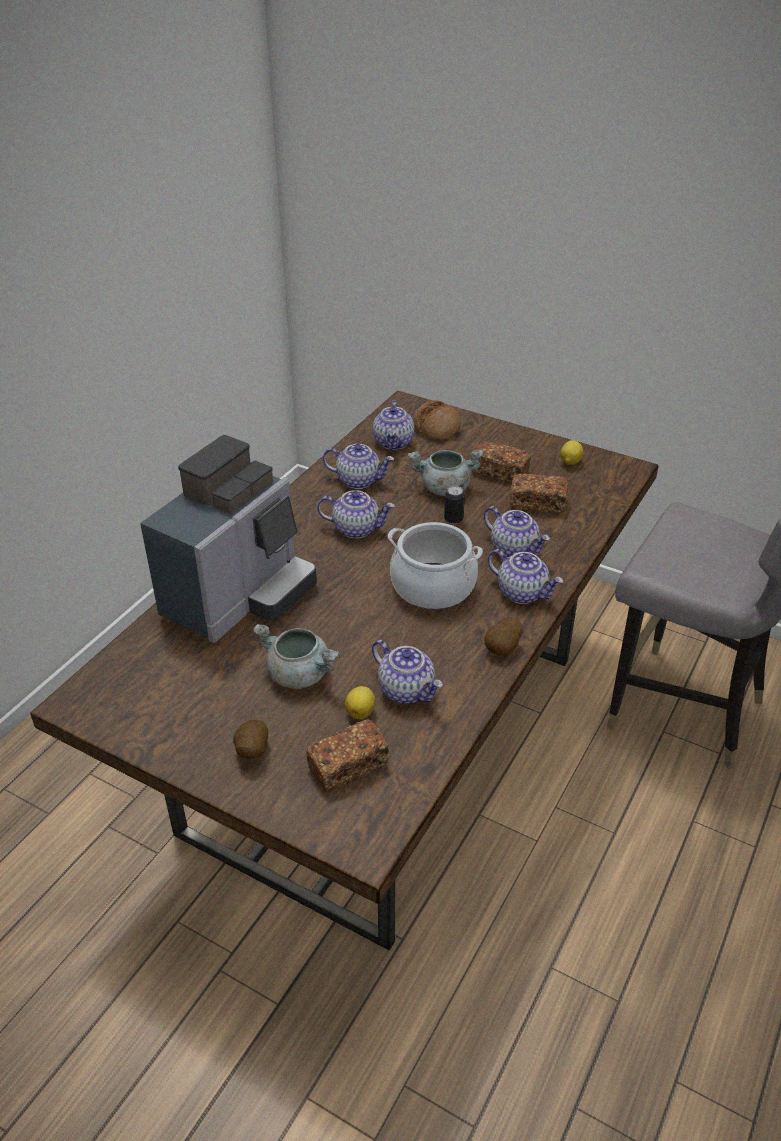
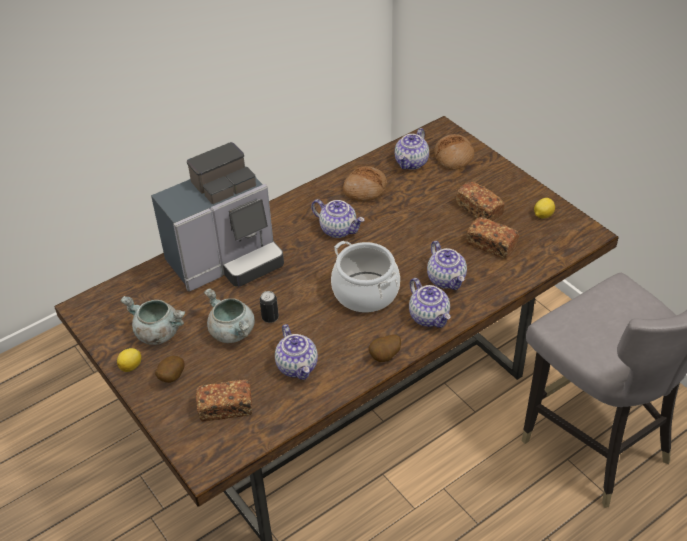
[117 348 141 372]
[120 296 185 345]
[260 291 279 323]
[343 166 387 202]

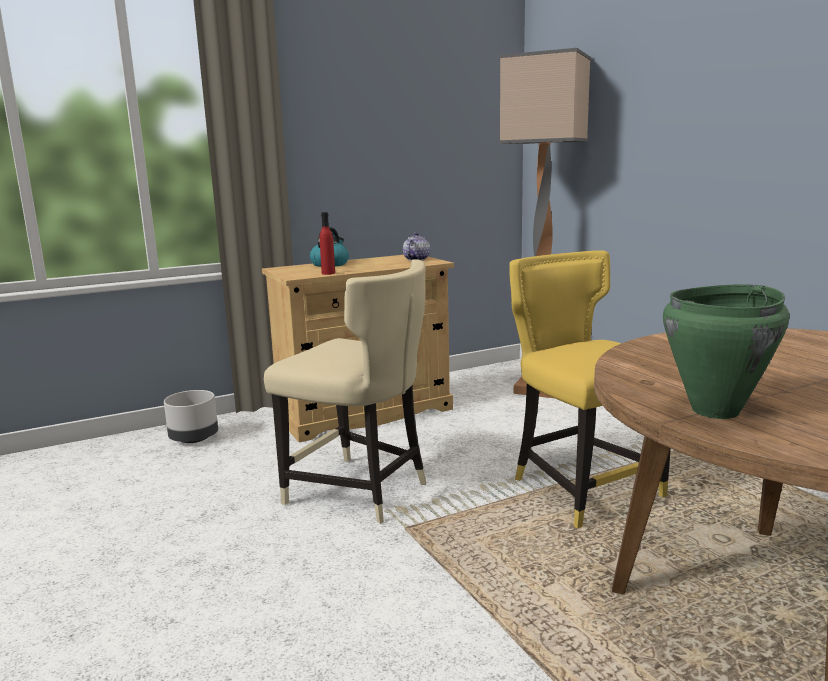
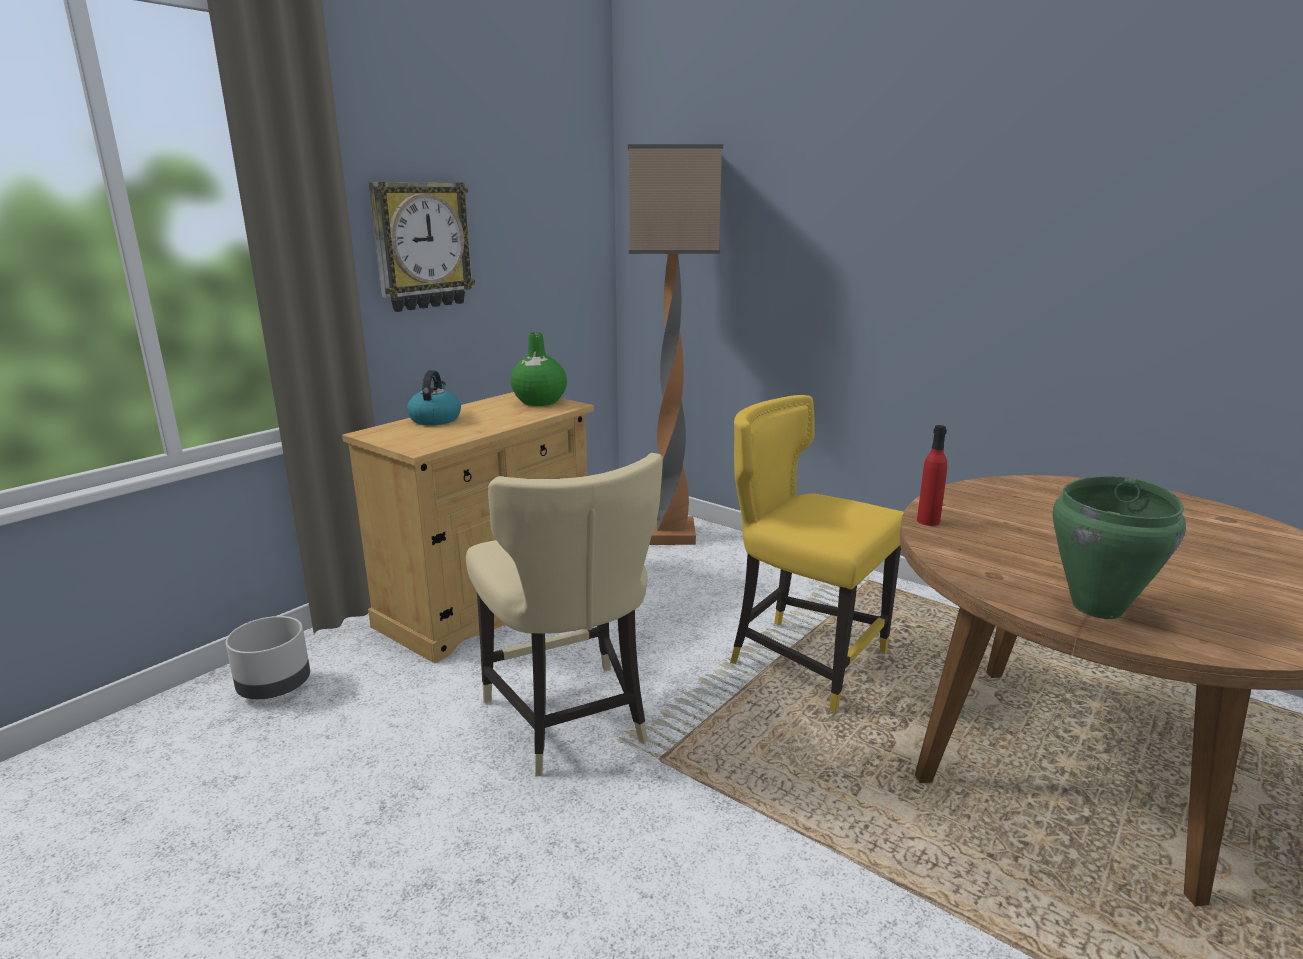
[369 182 475 312]
[466 453 663 776]
[510 332 567 406]
[917 425 947 526]

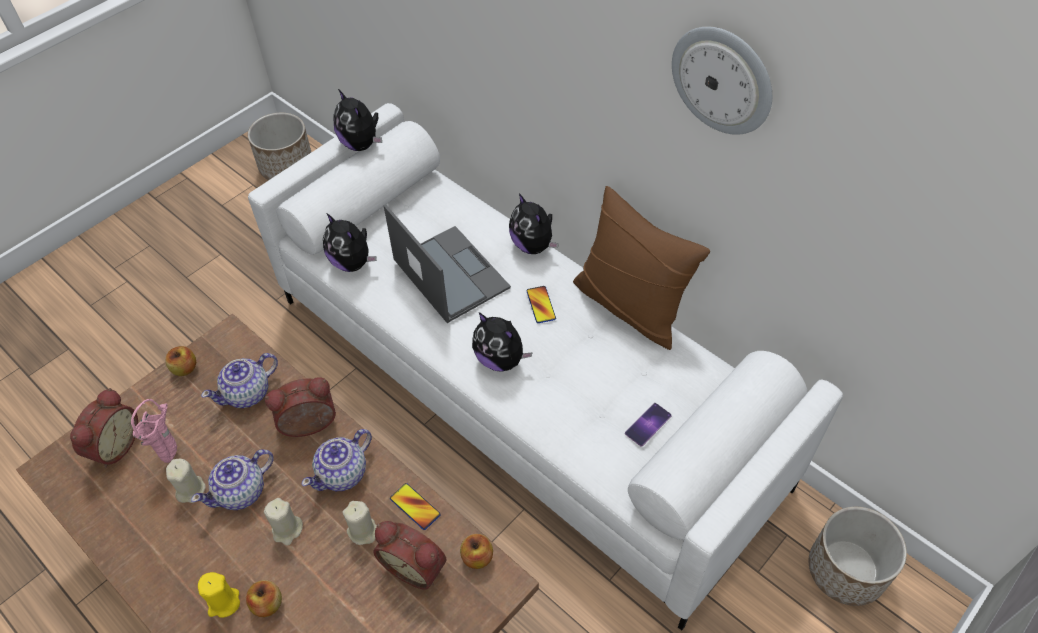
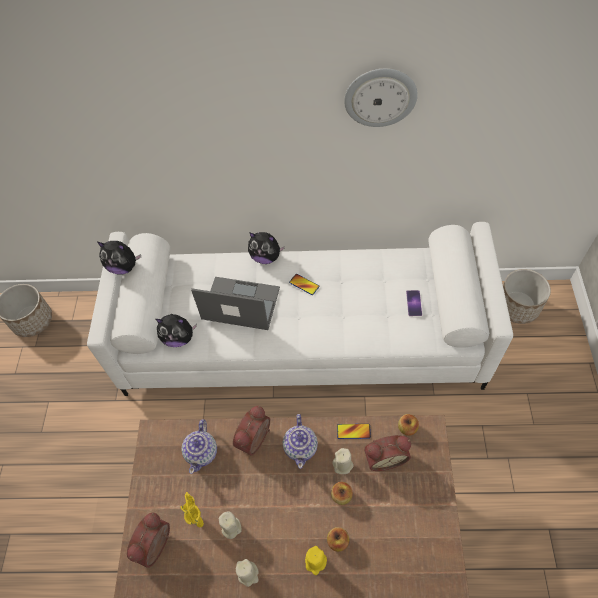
[127 513 170 568]
[180 492 204 527]
[236 559 259 587]
[331 482 353 505]
[191 449 274 510] (first image)
[472 312 533 372] (first image)
[573 186 710 350] (first image)

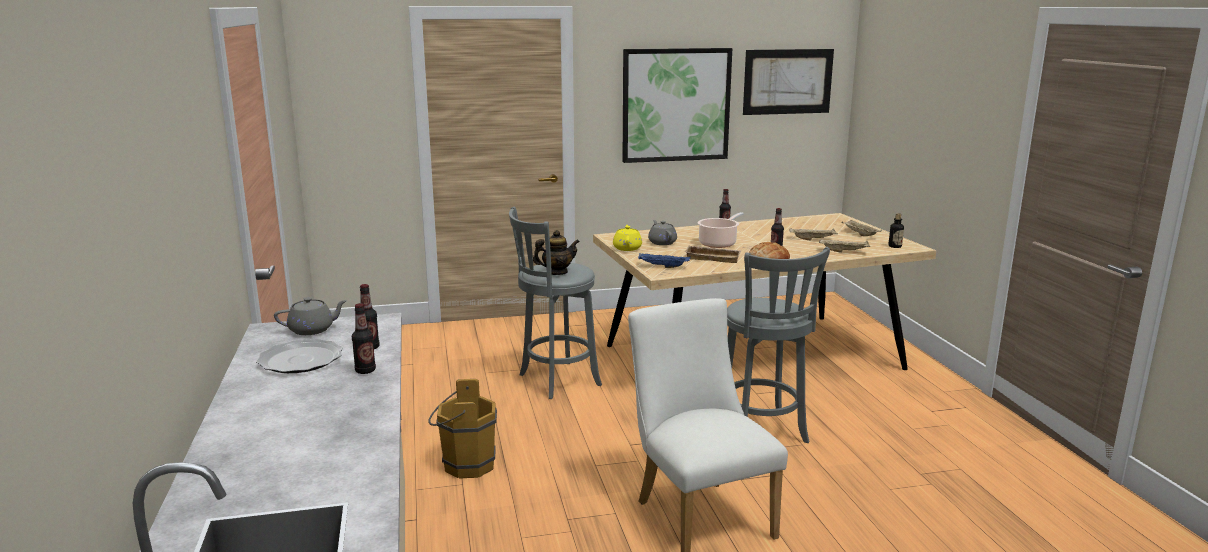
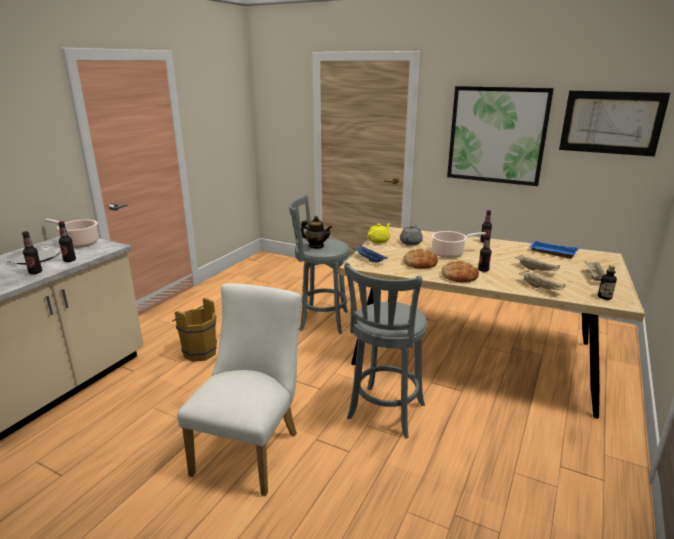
[44 219 99 248]
[403 249 438 269]
[530 241 579 259]

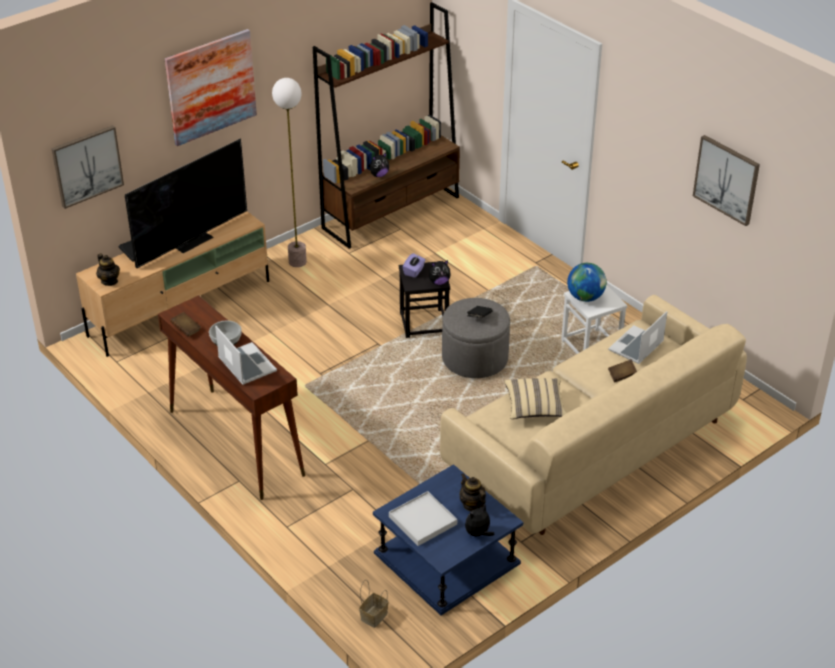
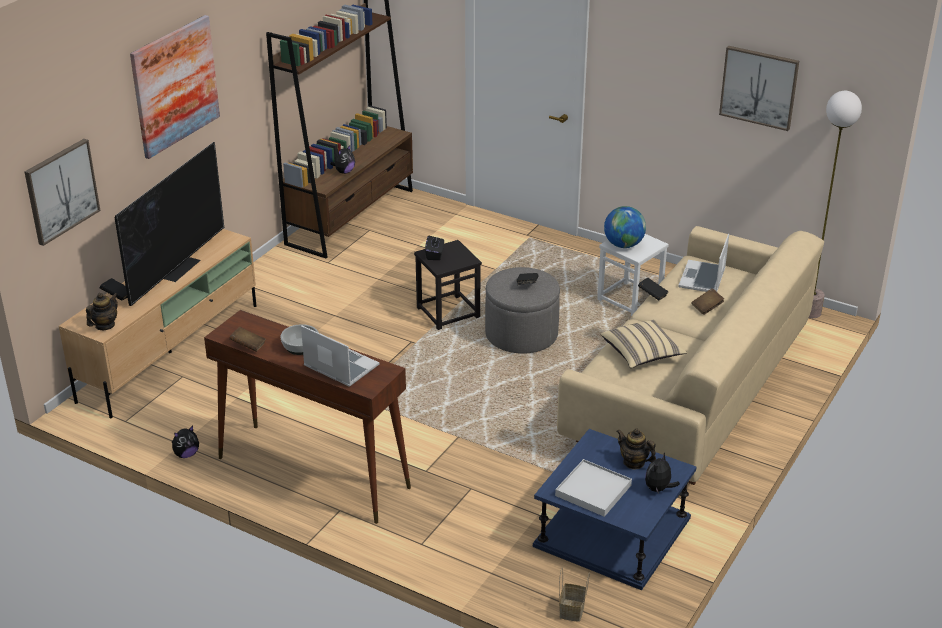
[86 293 118 330]
[172 426 199 458]
[425 236 444 260]
[638 277 668 301]
[809 91 862 318]

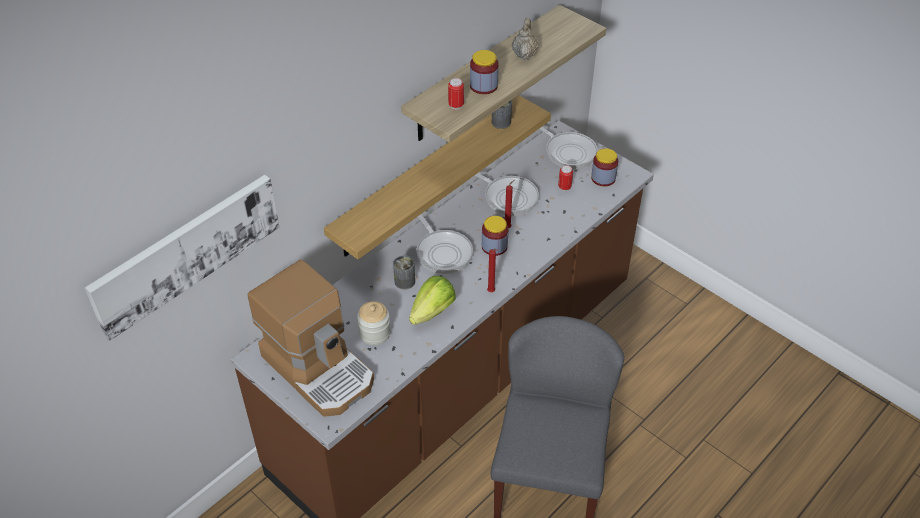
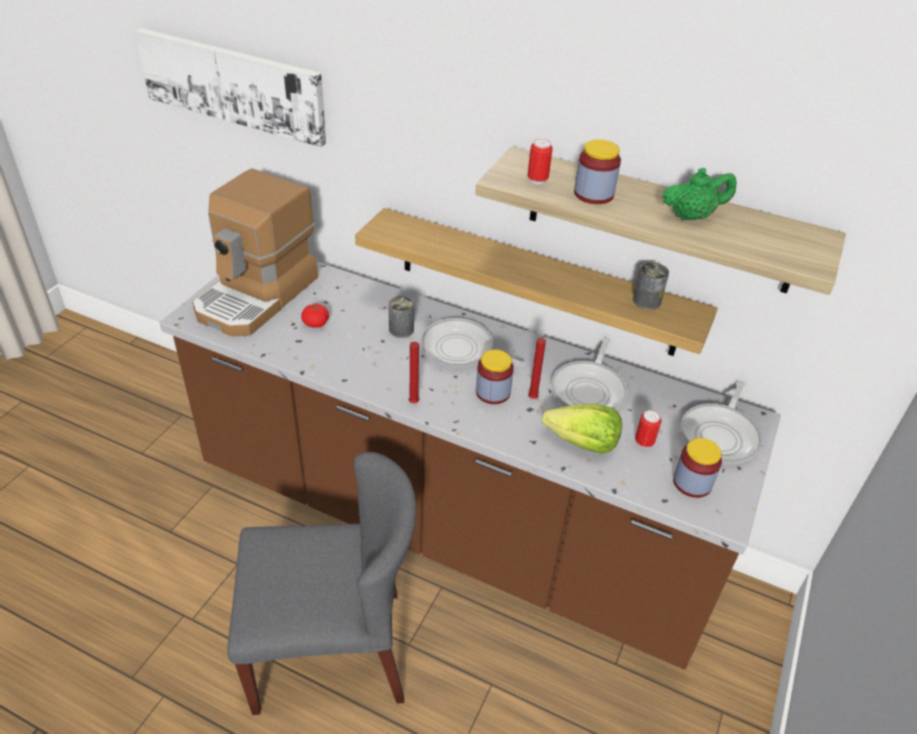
[301 304 329 328]
[421 318 526 369]
[542 404 622 454]
[662 168 737 221]

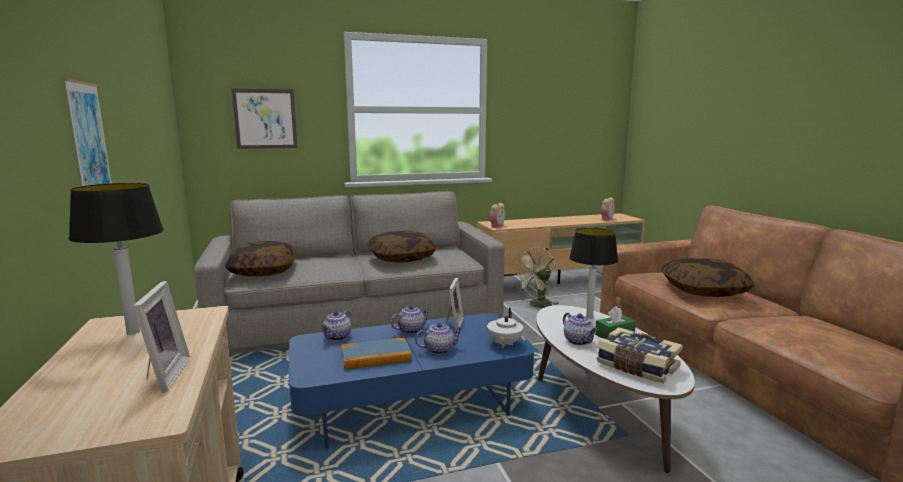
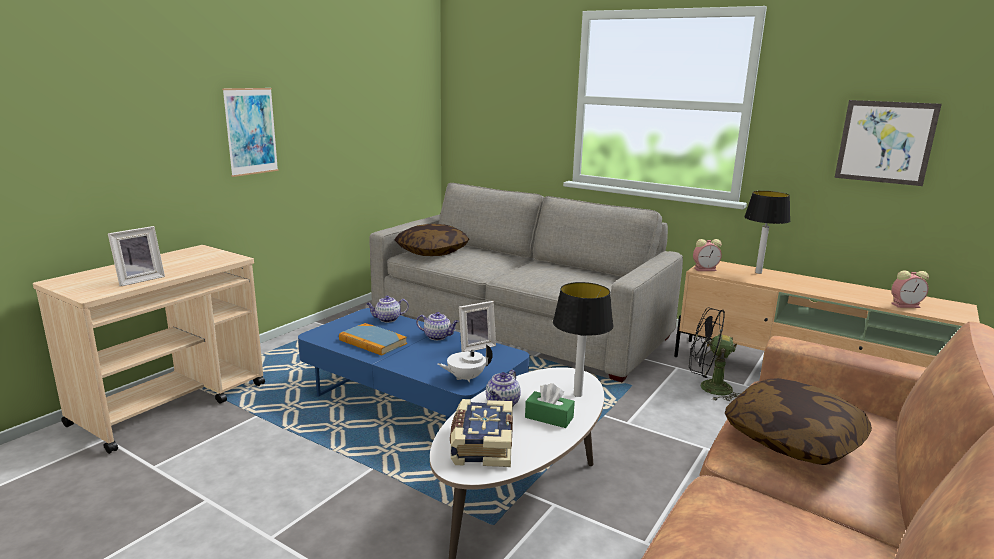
[689 307 740 401]
[744 191 790 274]
[835 100 942 186]
[367 231 436 263] (first image)
[415 323 463 355] (first image)

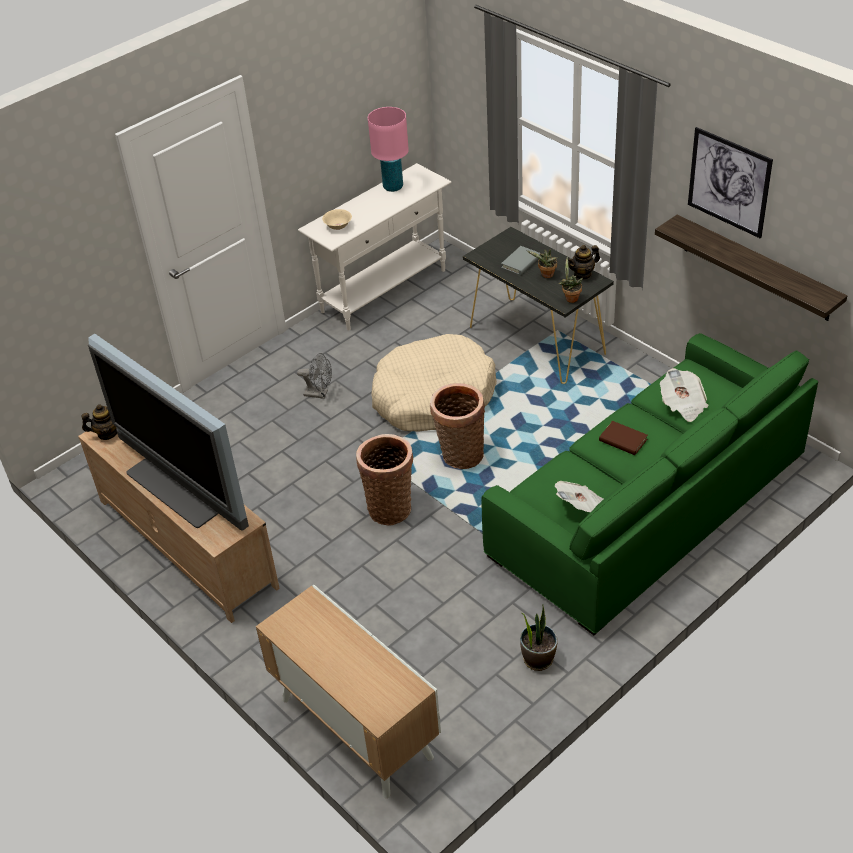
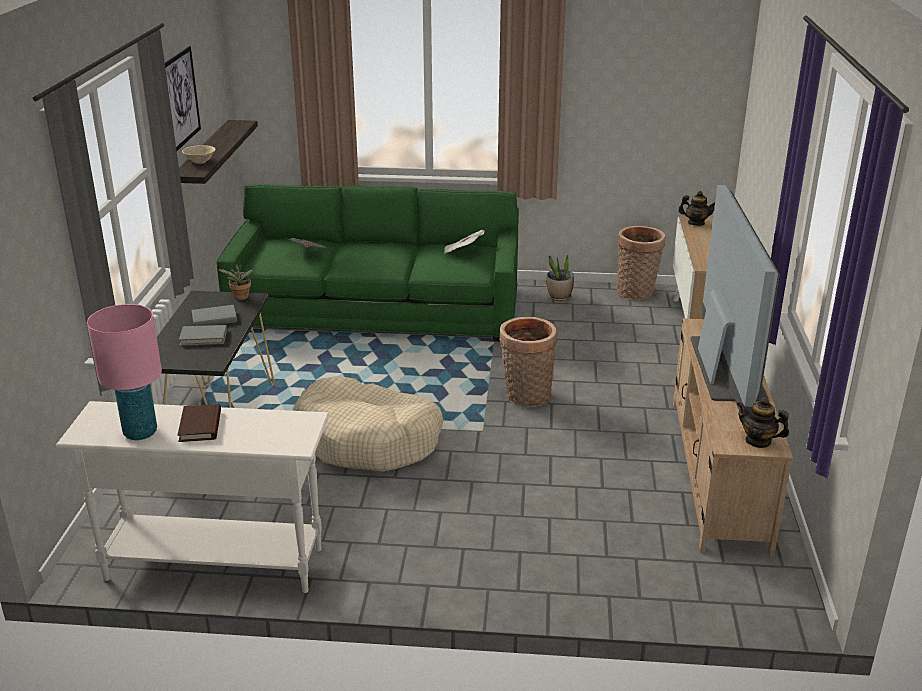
[178 404 221 442]
[182 145 216 164]
[192 305 237 326]
[617 226 666 300]
[678 191 715 226]
[297 353 332 399] (first image)

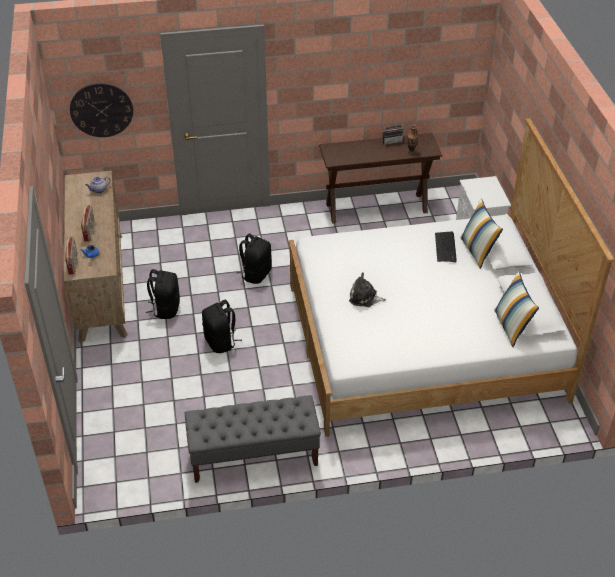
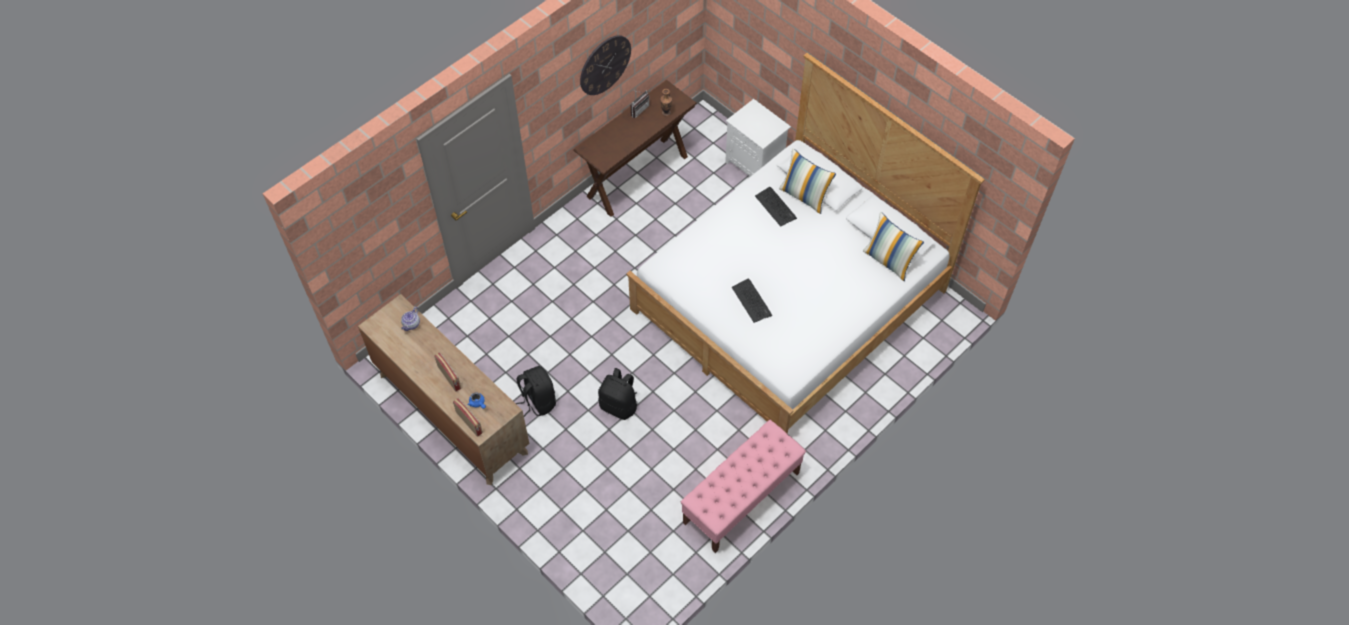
[580 35 631 95]
[680 420 806 553]
[732 278 772 323]
[236 233 272 284] (first image)

